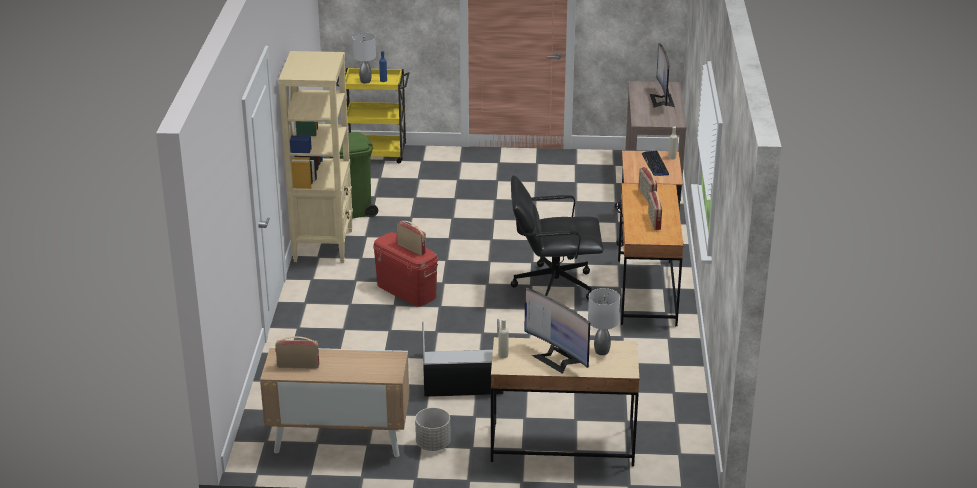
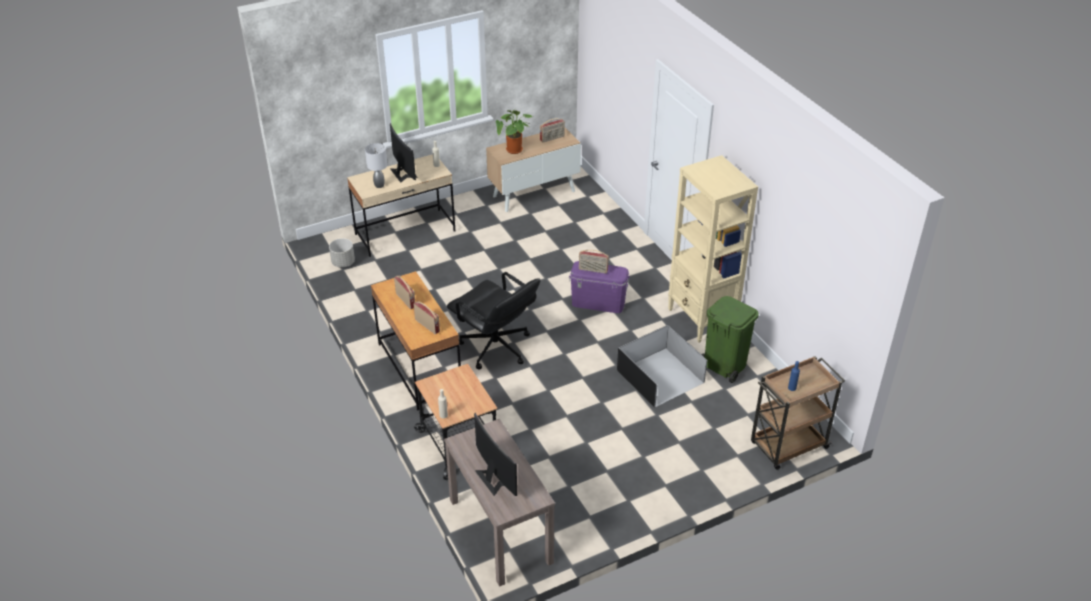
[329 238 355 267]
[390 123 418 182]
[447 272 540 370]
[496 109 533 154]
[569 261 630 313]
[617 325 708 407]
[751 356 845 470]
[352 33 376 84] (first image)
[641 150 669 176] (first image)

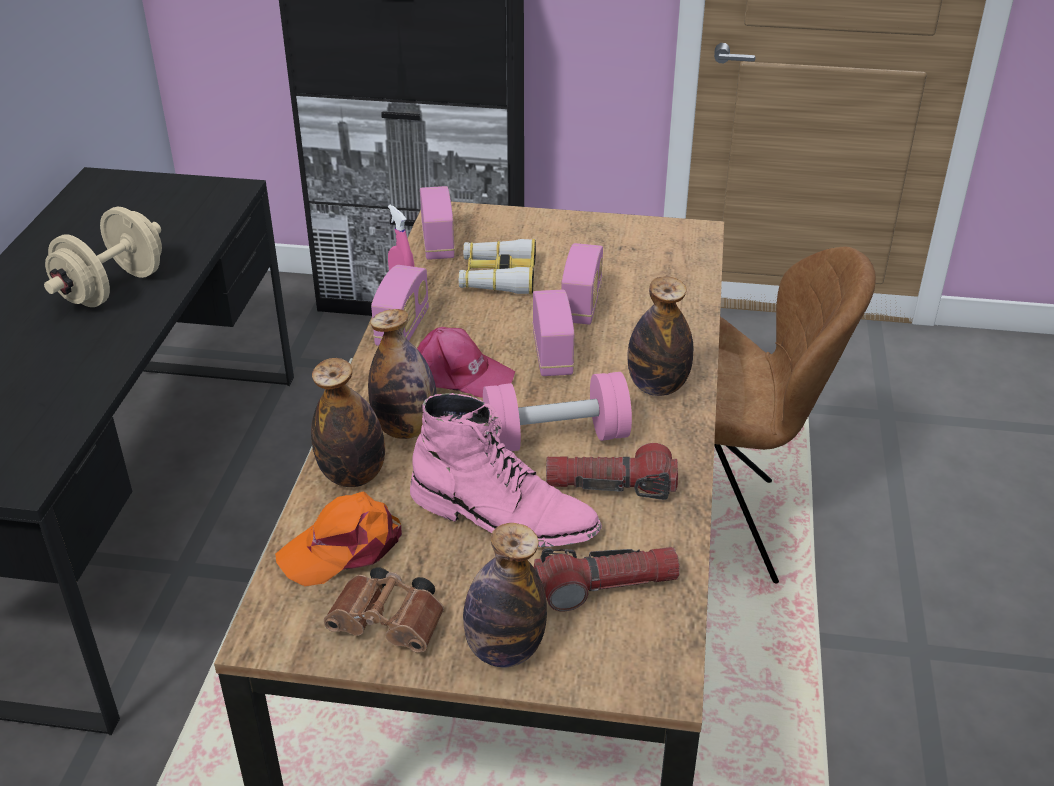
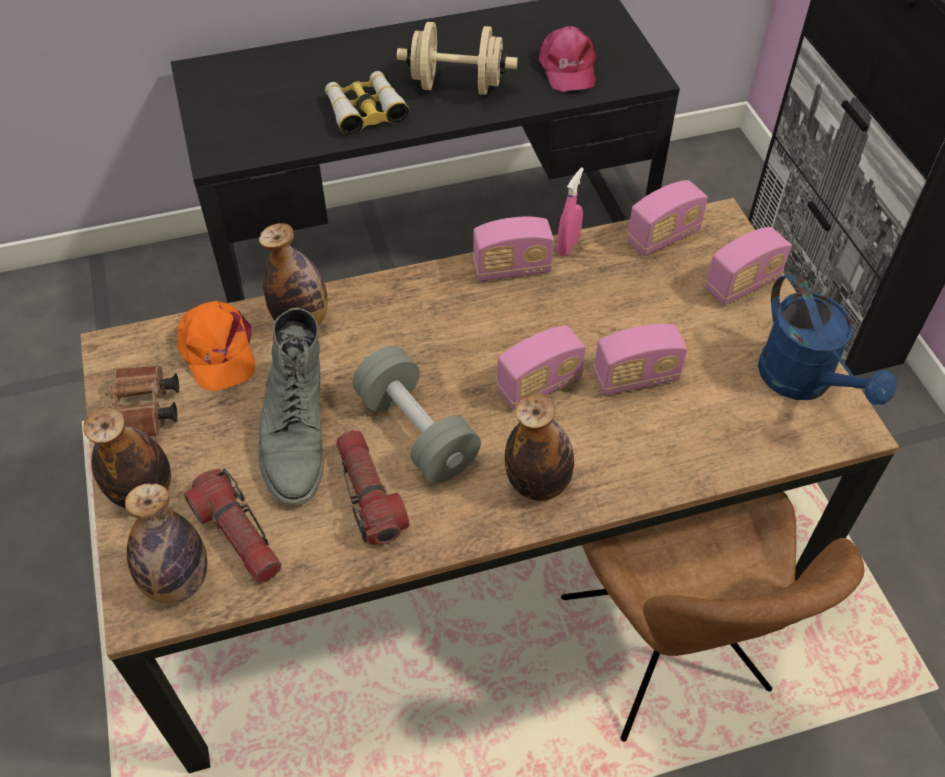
[125 483 207 603]
[177 301 255 392]
[258 308 324 505]
[325 71 409 135]
[352 346 481 483]
[539 26 596 92]
[705 227 792 305]
[758 273 897 406]

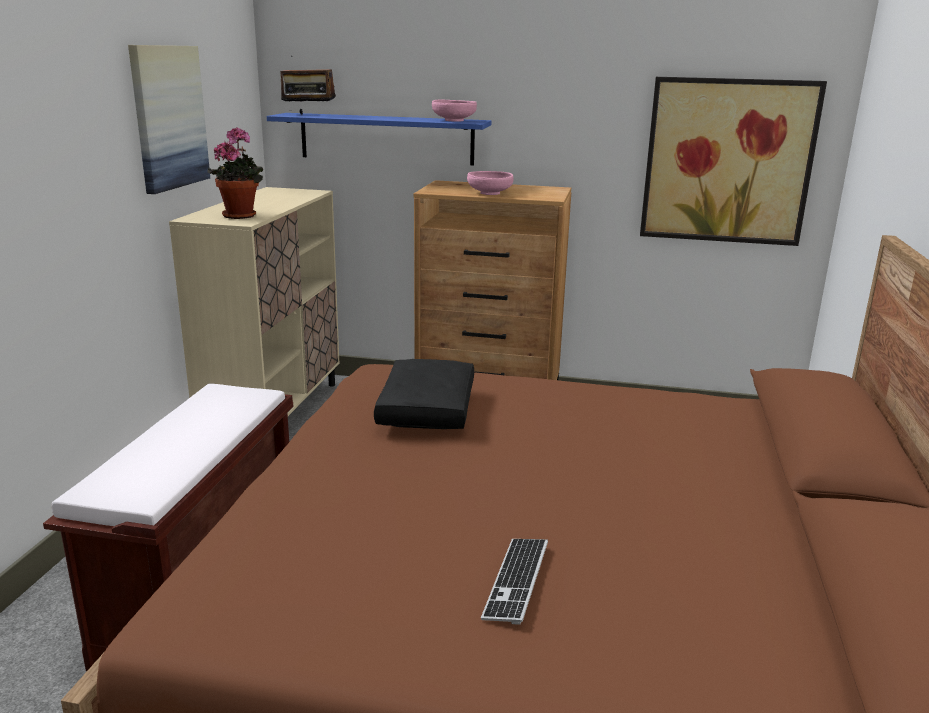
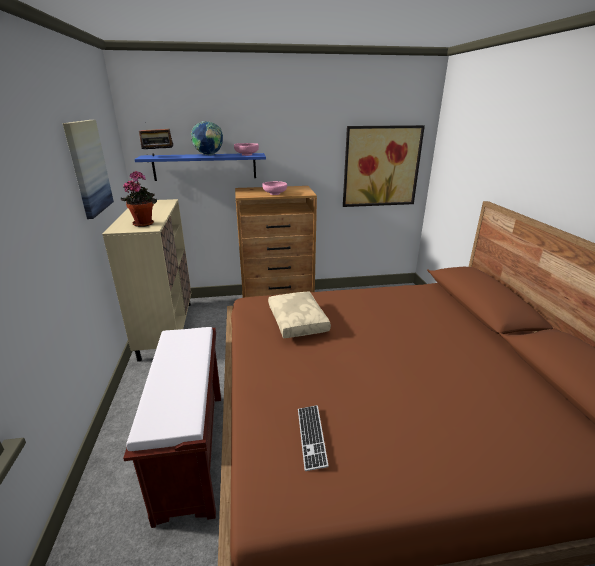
[191 121 223 156]
[268 292 331 338]
[298 405 329 471]

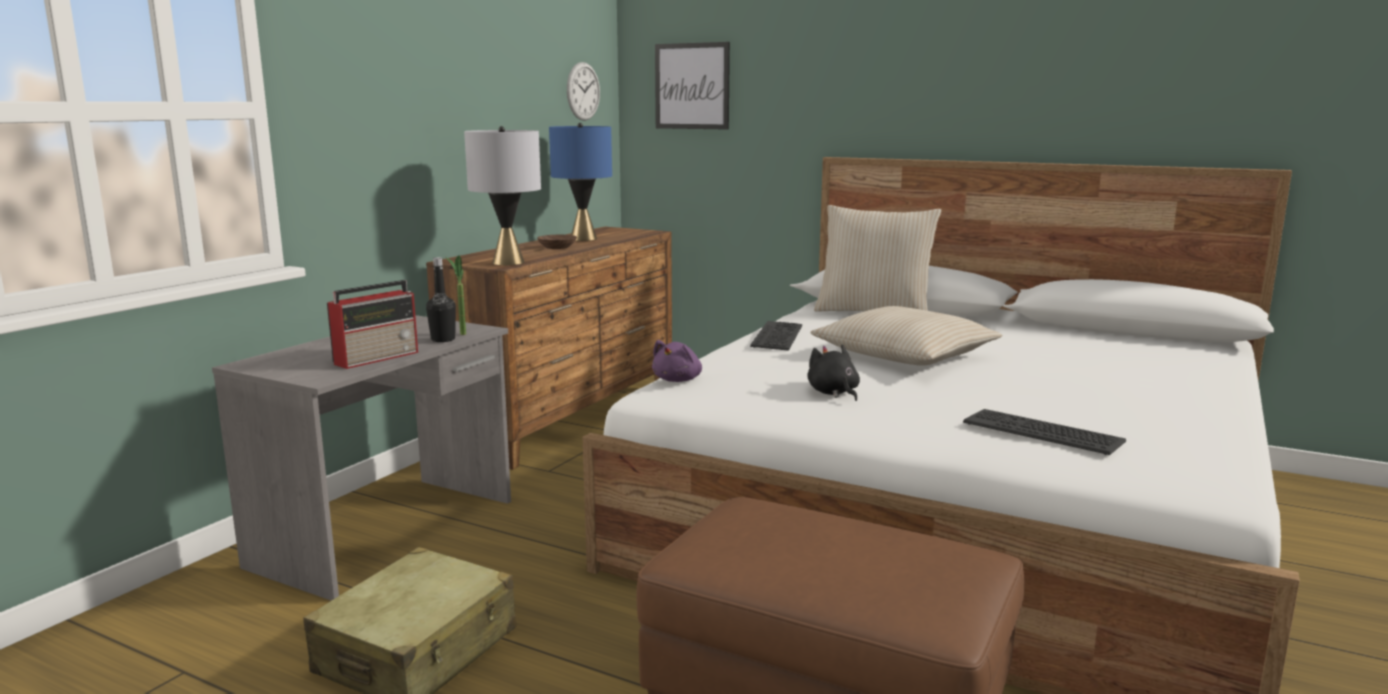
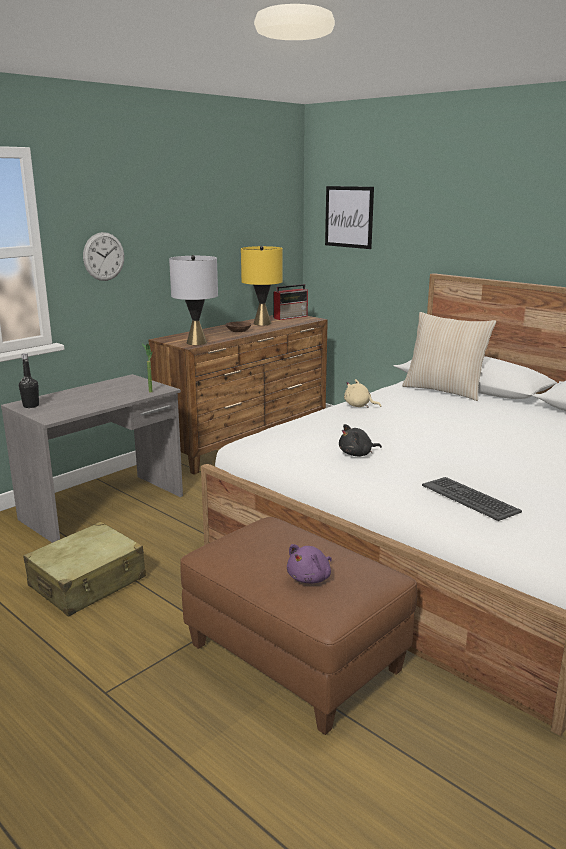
[19 353 39 408]
[83 232 124 281]
[241 246 283 326]
[273 284 308 320]
[287 544 332 583]
[339 424 382 456]
[344 379 381 408]
[811 306 1002 366] (first image)

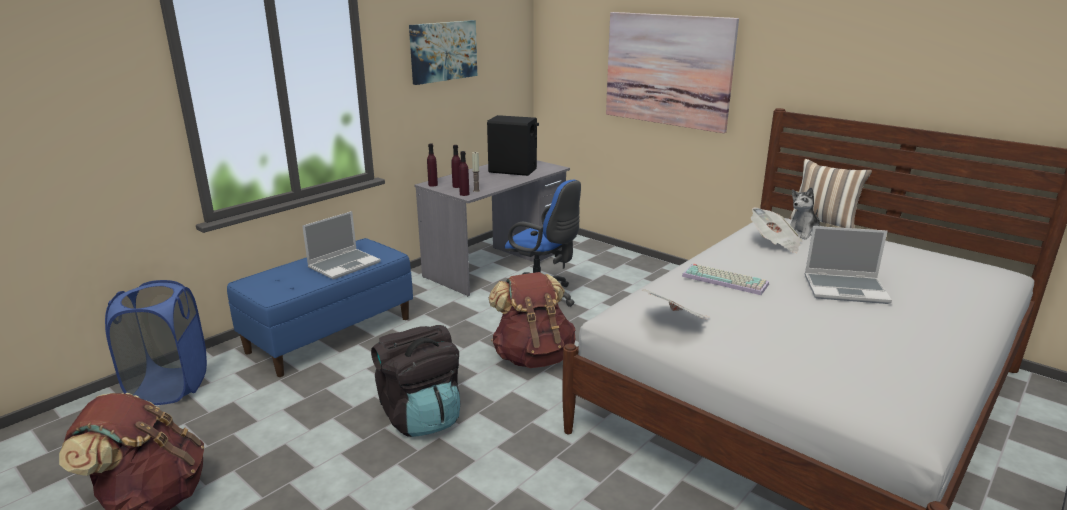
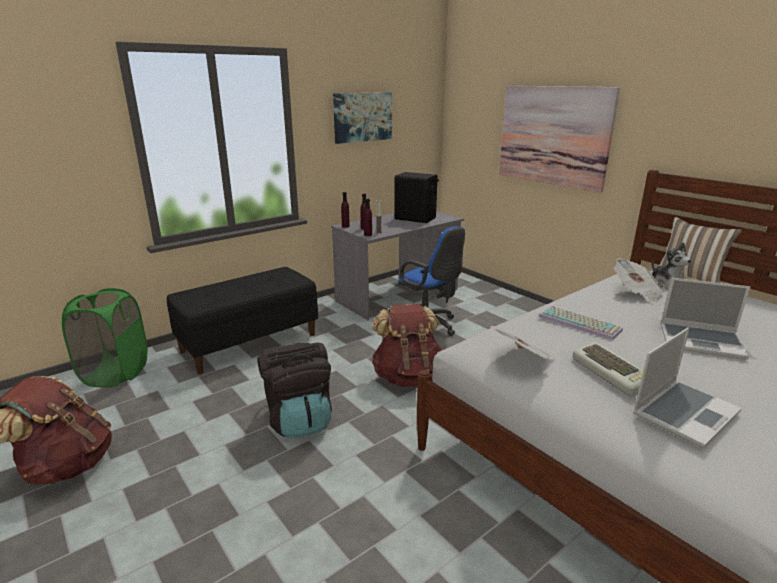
[62 288 147 388]
[167 267 318 374]
[573 342 643 396]
[633 327 742 448]
[651 242 692 290]

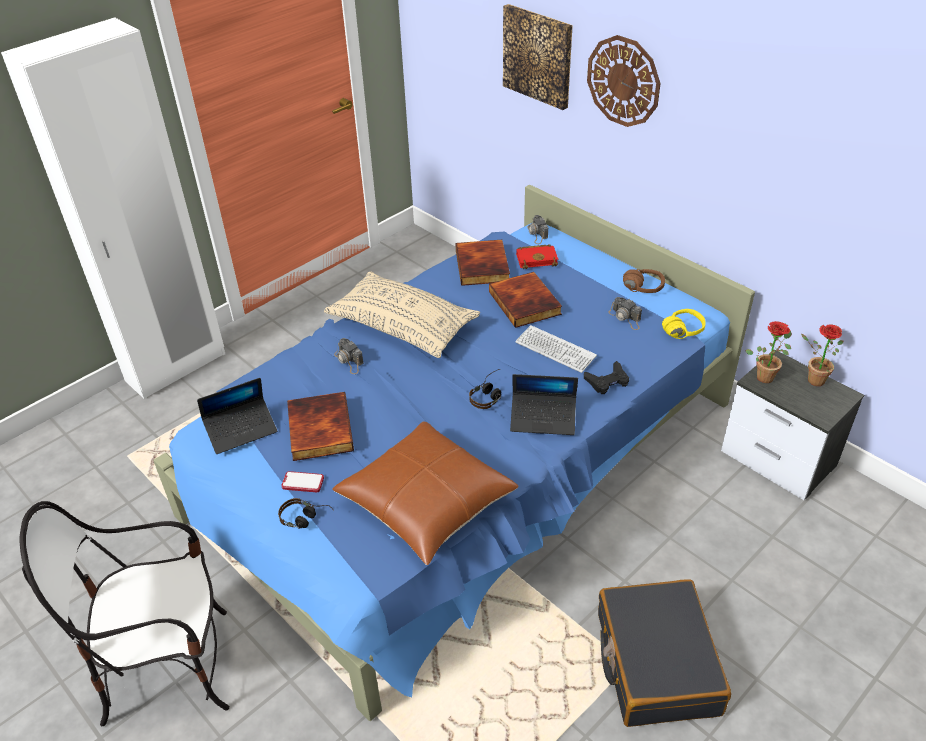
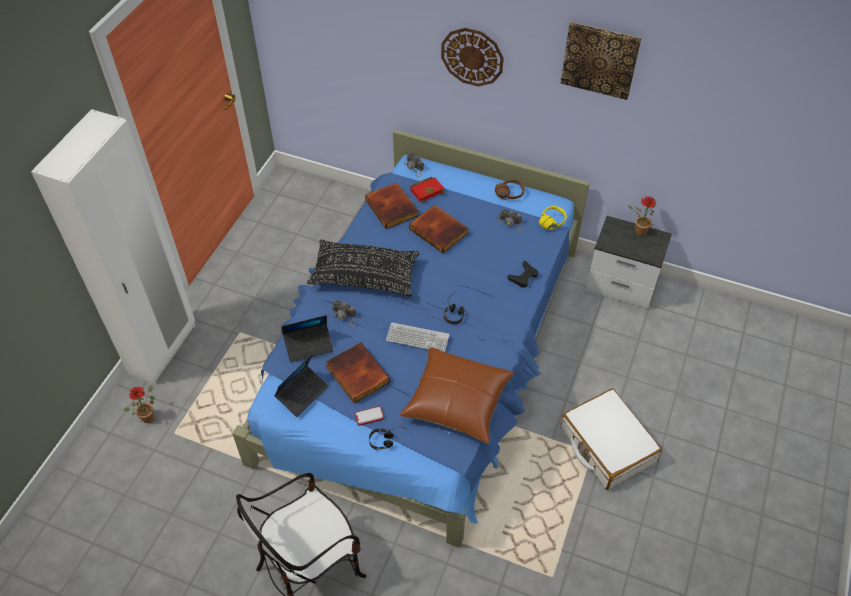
[123 385 155 423]
[282 315 334 362]
[307 239 420 296]
[386 322 449 352]
[561 22 642 100]
[561 388 662 490]

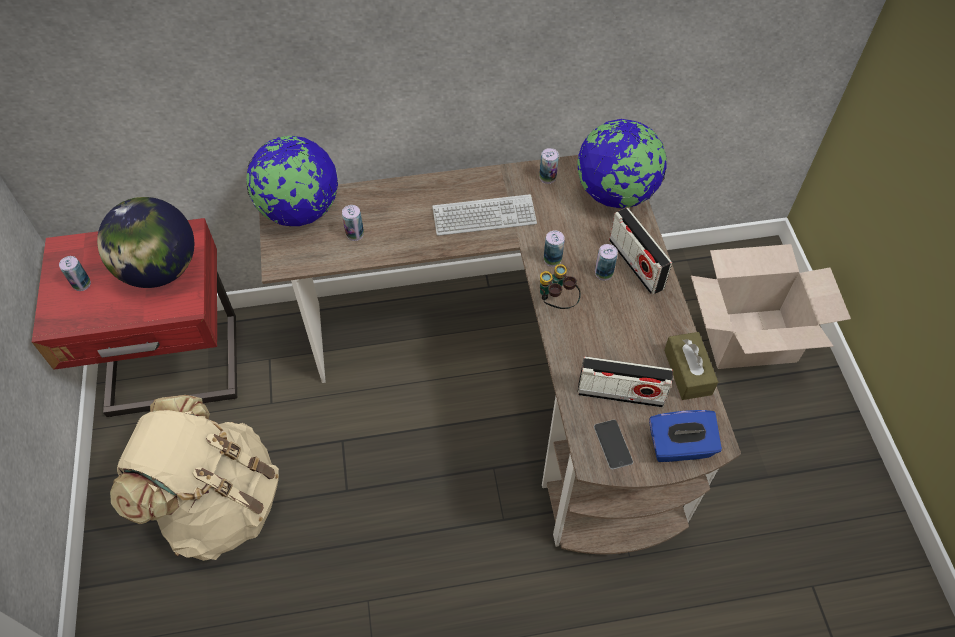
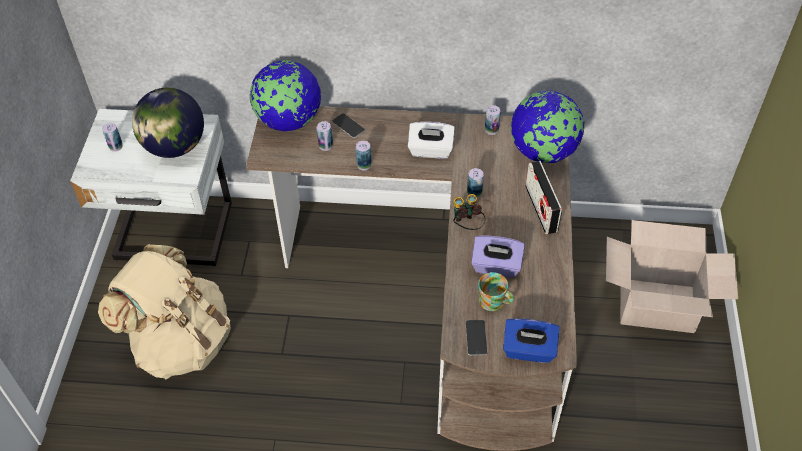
[70 109 232 266]
[332 113 365 138]
[356 141 372 171]
[408 122 455 159]
[471 235 525 278]
[478 272 514 311]
[664 332 718 400] (first image)

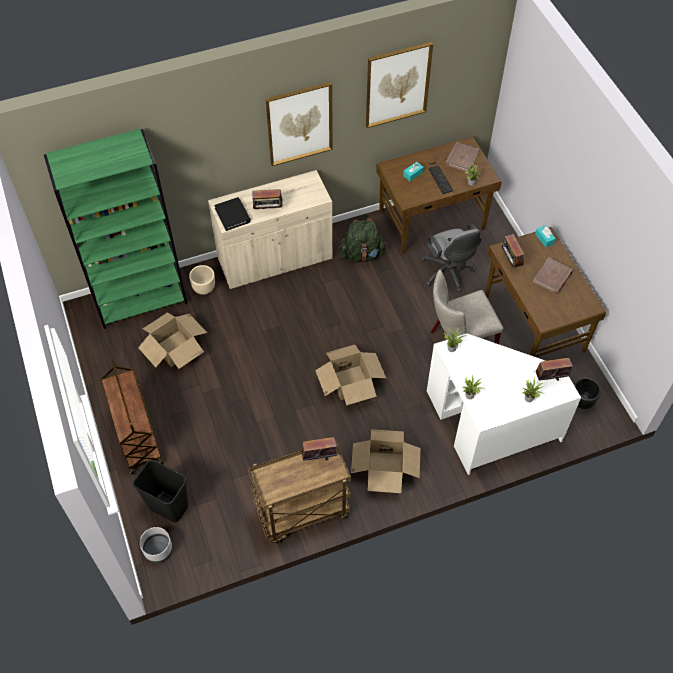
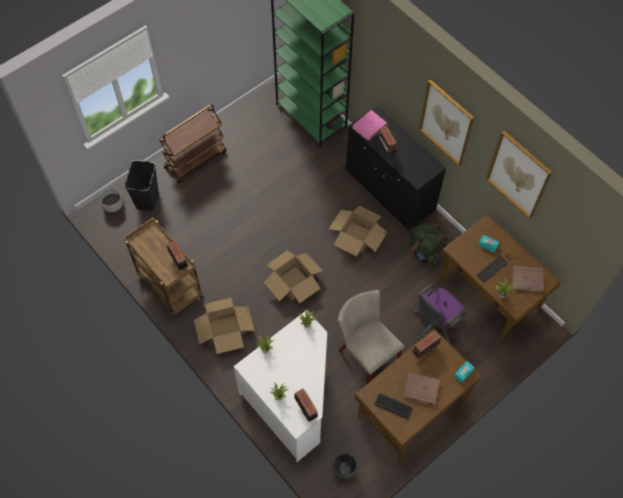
[329 206 387 257]
[346 105 446 230]
[352 110 387 140]
[374 394 413 419]
[414 282 466 344]
[189 265 215 295] (first image)

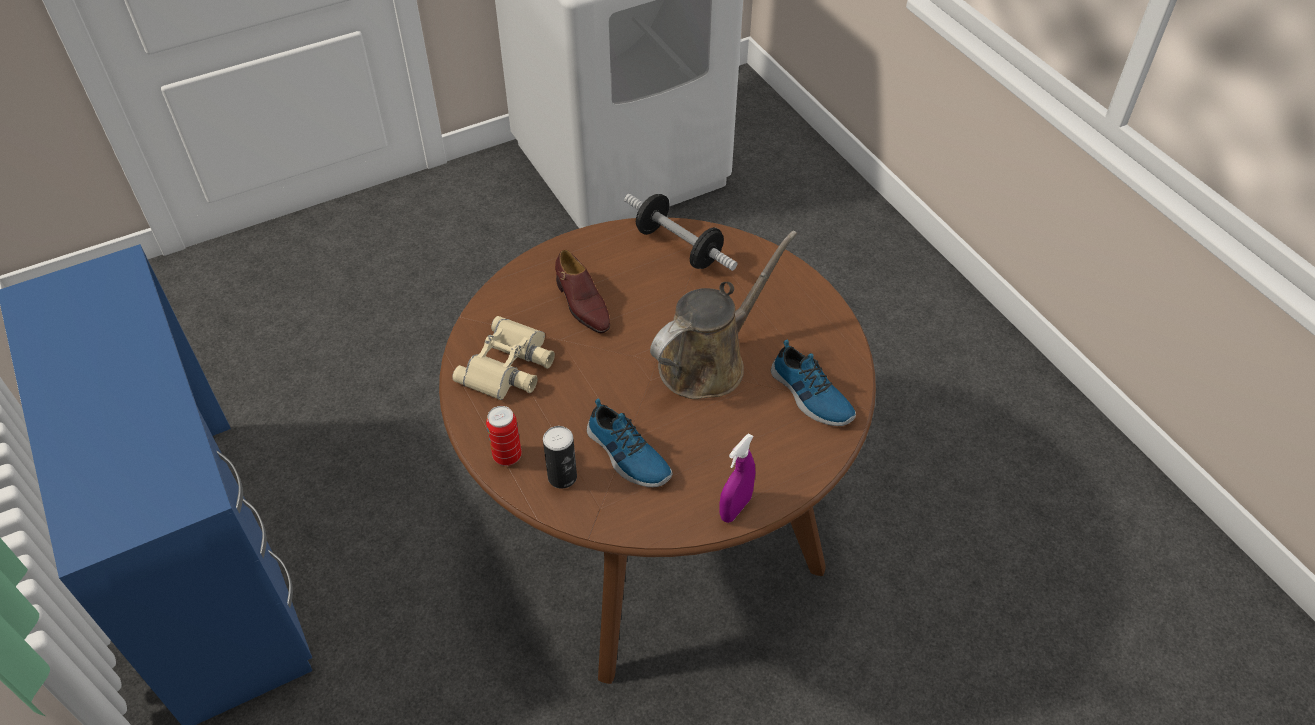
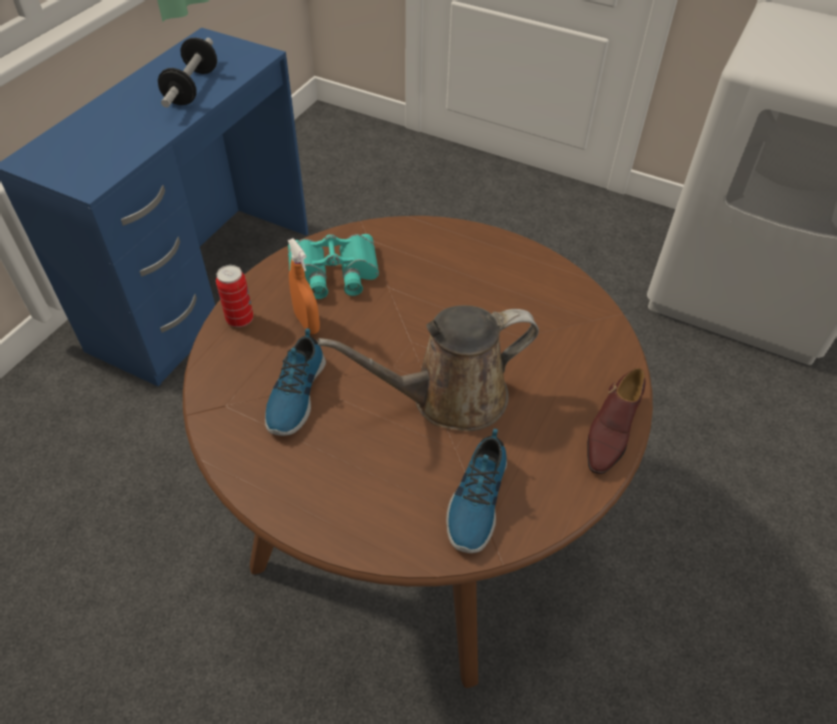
[158 38 217 108]
[288 234 379 299]
[288 238 320 334]
[318 305 539 431]
[587 368 646 474]
[543 426 577 489] (first image)
[719 433 755 523] (first image)

